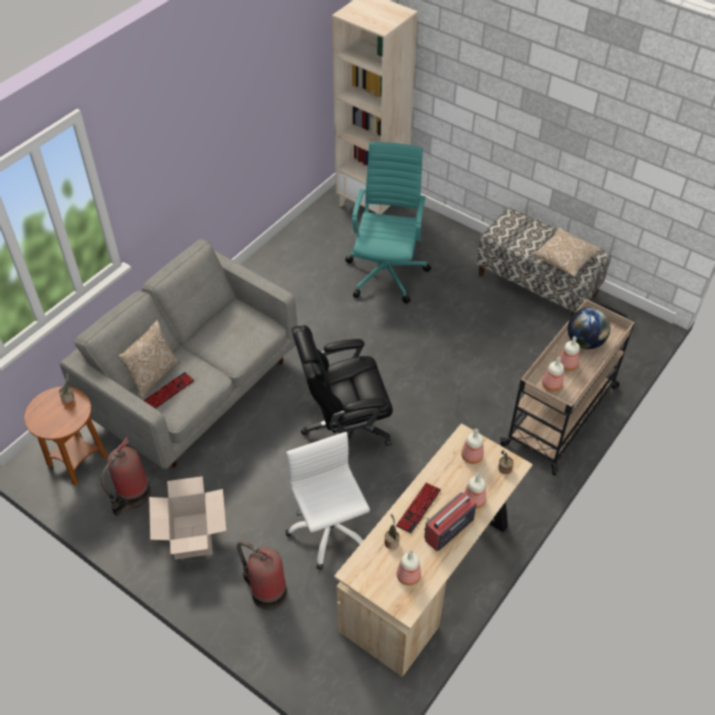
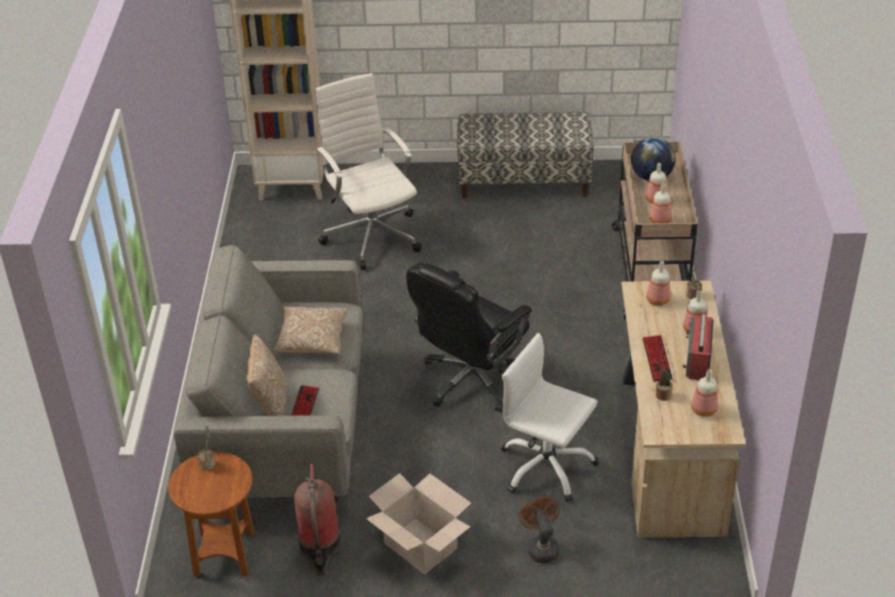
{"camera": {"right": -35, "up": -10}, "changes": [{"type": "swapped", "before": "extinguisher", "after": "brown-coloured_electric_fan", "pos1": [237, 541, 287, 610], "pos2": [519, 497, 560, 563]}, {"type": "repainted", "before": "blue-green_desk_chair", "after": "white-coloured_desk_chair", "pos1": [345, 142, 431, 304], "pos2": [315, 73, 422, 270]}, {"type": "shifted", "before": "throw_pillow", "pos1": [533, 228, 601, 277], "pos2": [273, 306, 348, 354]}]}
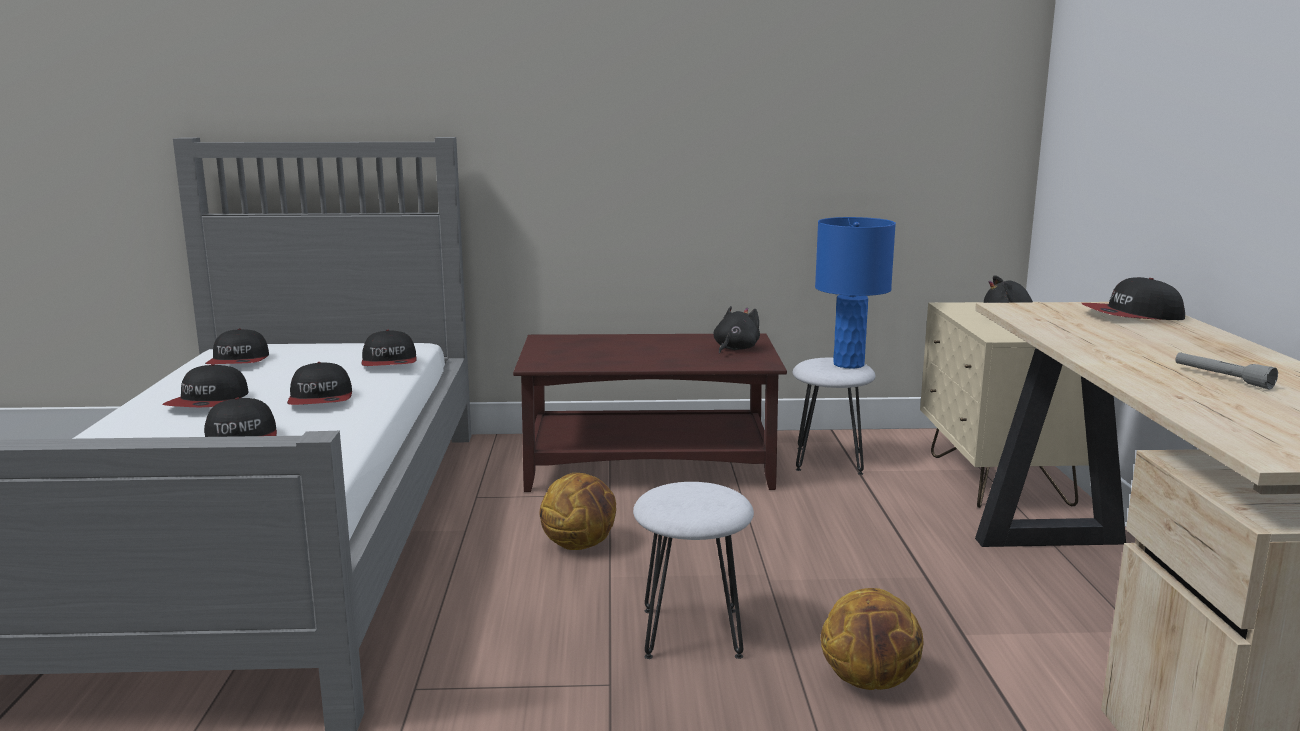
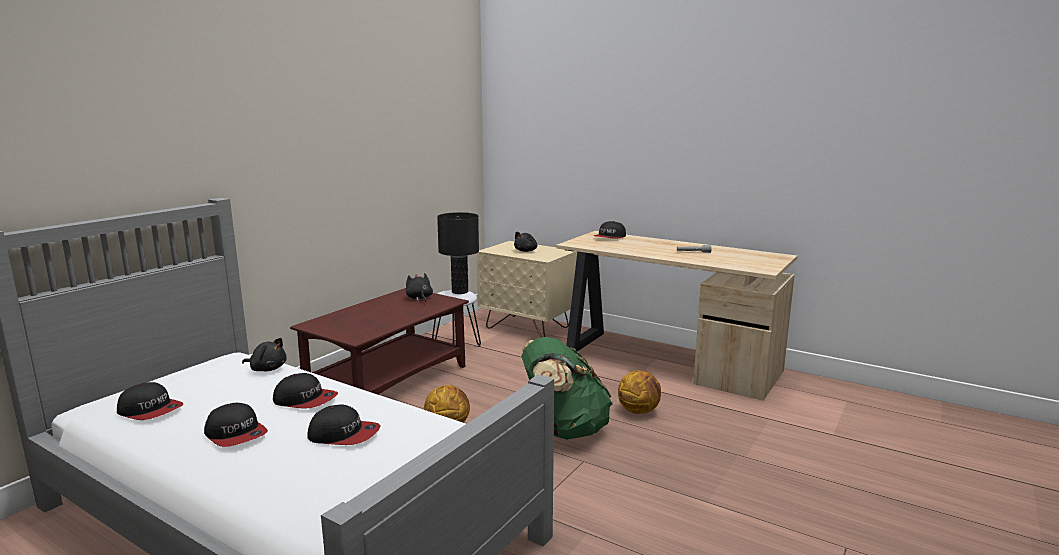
{"camera": {"right": -55, "up": 0}, "changes": [{"type": "swapped", "before": "cap", "after": "black-coloured_soft_toy", "pos1": [361, 330, 417, 366], "pos2": [242, 338, 287, 371]}, {"type": "swapped", "before": "white-coloured_stool_seat", "after": "greenish_rucksack", "pos1": [633, 482, 754, 659], "pos2": [521, 337, 613, 440]}, {"type": "repainted", "before": "blue-coloured_table_lamp", "after": "black-coloured_table_lamp", "pos1": [815, 217, 896, 369], "pos2": [437, 212, 479, 294]}]}
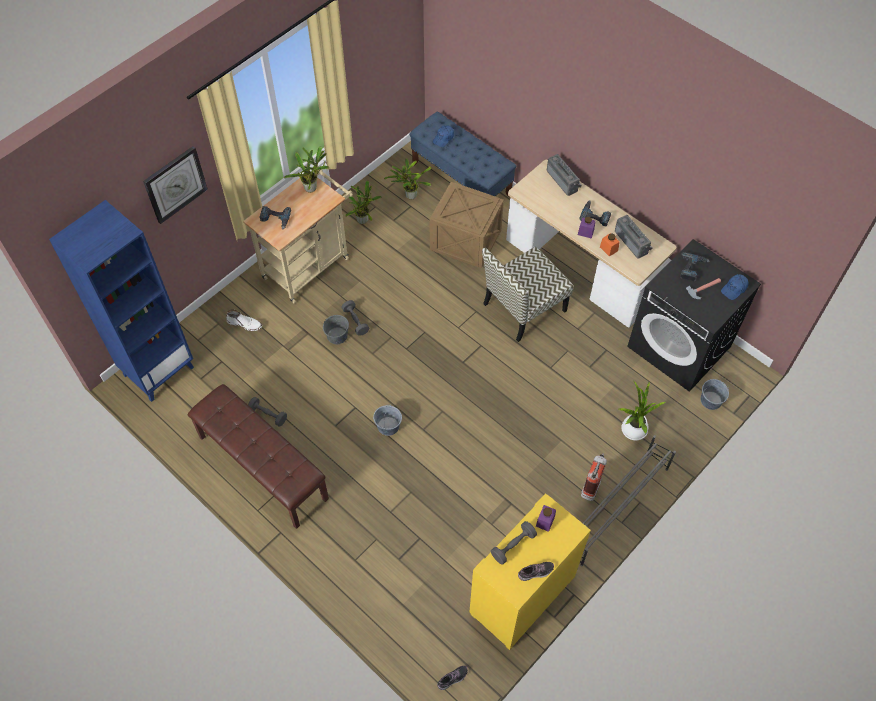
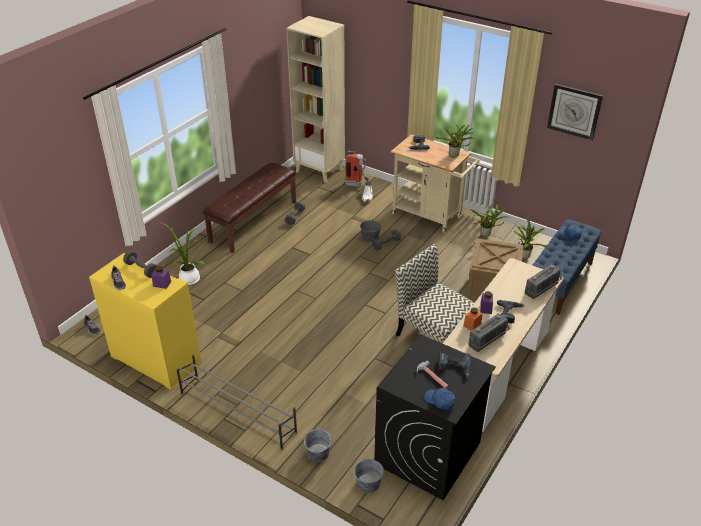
{"camera": {"right": 80, "up": -20}, "changes": [{"type": "repainted", "before": "blue-coloured_bookcase", "after": "sand-coloured_bookcase", "pos1": [49, 200, 194, 402], "pos2": [286, 16, 345, 183]}, {"type": "shifted", "before": "hanging_clock", "pos1": [143, 146, 208, 224], "pos2": [547, 84, 603, 140]}, {"type": "shifted", "before": "grey_bucket", "pos1": [373, 405, 402, 436], "pos2": [304, 429, 331, 462]}, {"type": "shifted", "before": "extinguisher", "pos1": [581, 453, 607, 501], "pos2": [345, 151, 369, 187]}, {"type": "shifted", "before": "potted_plant", "pos1": [619, 380, 665, 440], "pos2": [162, 223, 205, 285]}]}
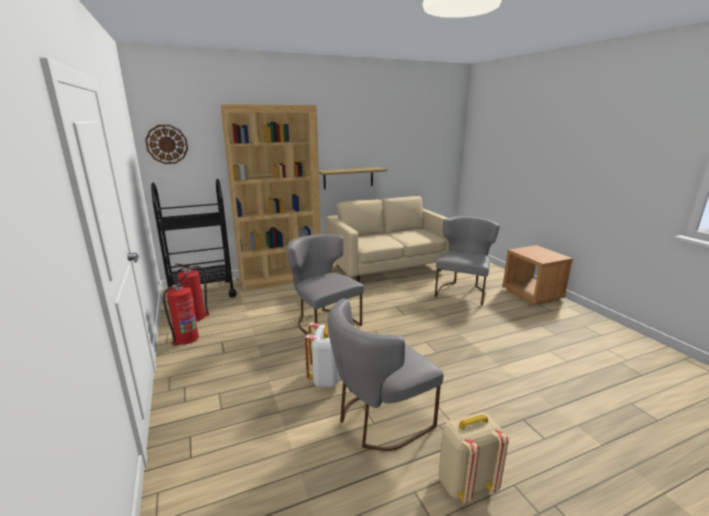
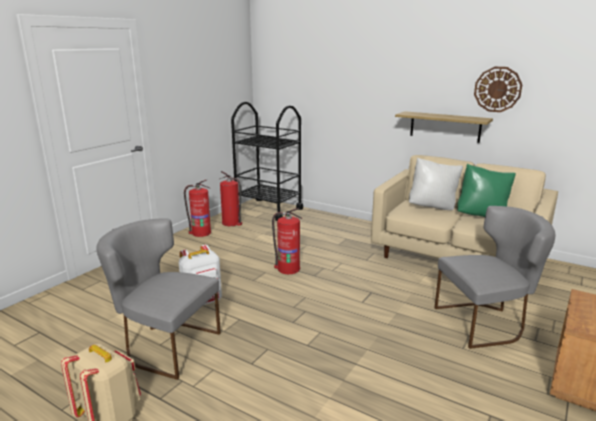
{"camera": {"right": 55, "up": 0}, "changes": [{"type": "shifted", "before": "hanging_clock", "pos1": [145, 125, 188, 164], "pos2": [474, 67, 522, 112]}, {"type": "gone", "before": "brown-coloured_bookcase", "pos1": [220, 104, 321, 291]}, {"type": "swapped", "before": "grey_chair", "after": "extinguisher", "pos1": [287, 234, 364, 335], "pos2": [272, 208, 302, 274]}, {"type": "new", "after": "white-coloured_throw_pillow", "pos2": [409, 157, 463, 211]}, {"type": "new", "after": "greenish_throw_pillow", "pos2": [457, 164, 516, 217]}]}
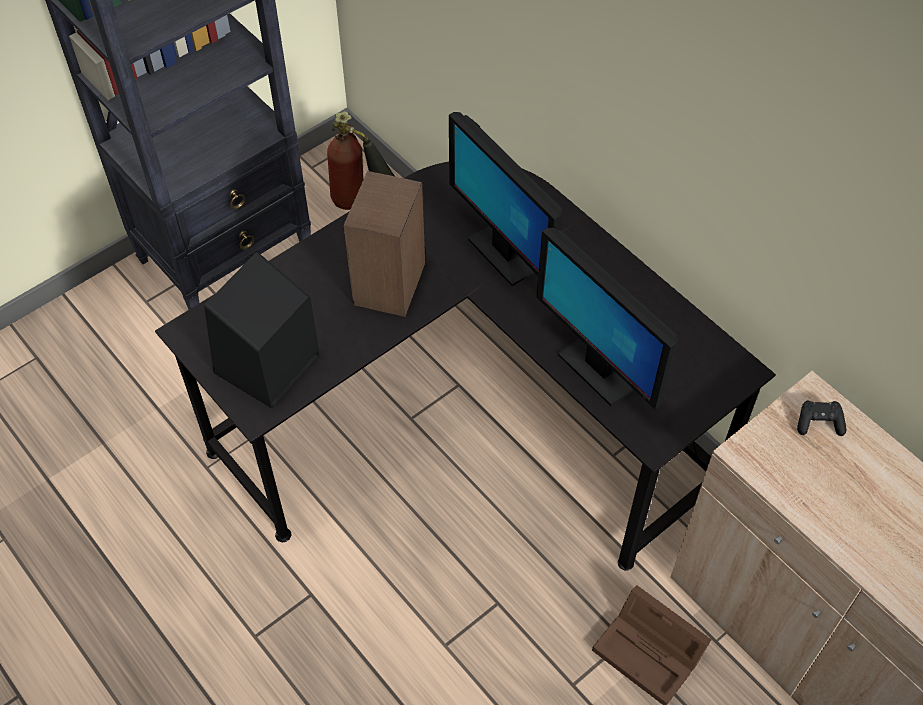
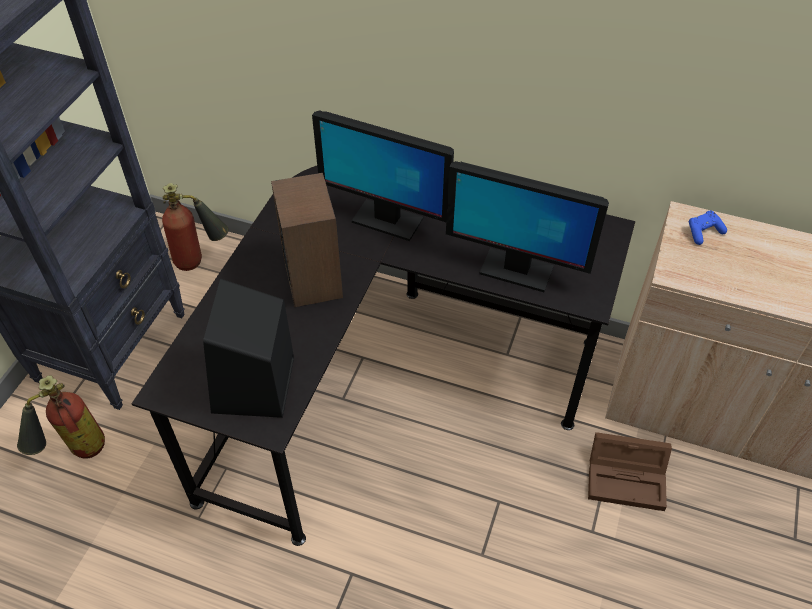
{"camera": {"right": -30, "up": -5}, "changes": [{"type": "repainted", "before": "black-coloured_game_controller", "after": "blue-coloured_game_controller", "pos1": [797, 400, 846, 436], "pos2": [688, 211, 727, 245]}, {"type": "new", "after": "extinguisher", "pos2": [17, 375, 105, 459]}]}
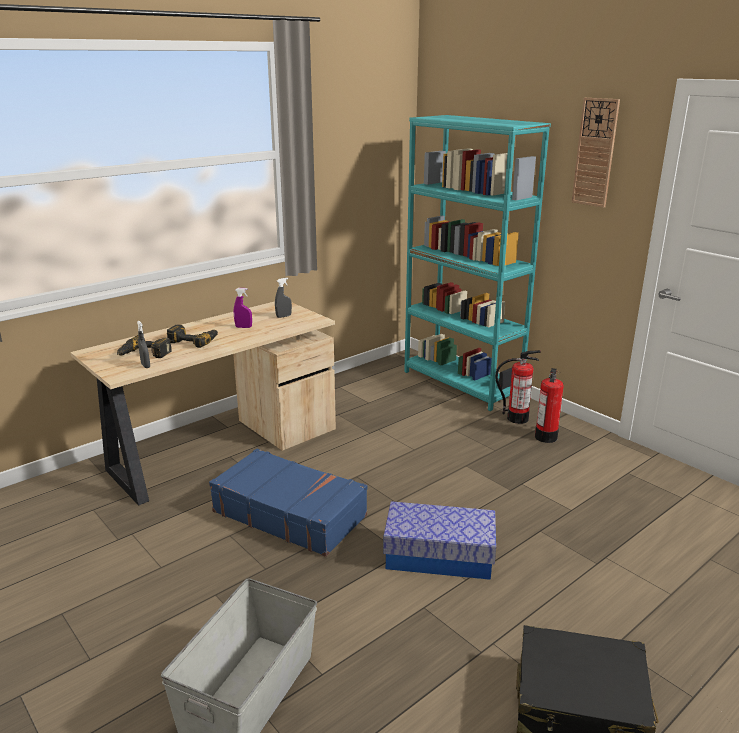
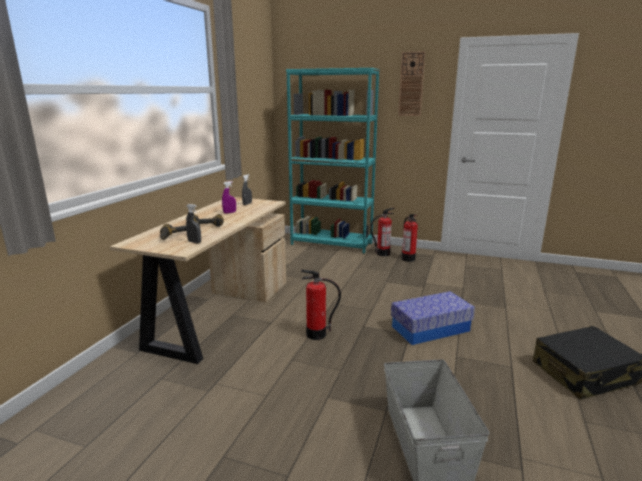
{"camera": {"right": -30, "up": -5}, "changes": [{"type": "swapped", "before": "blue-coloured_piece_of_luggage", "after": "extinguisher", "pos1": [209, 449, 367, 557], "pos2": [301, 270, 341, 340]}]}
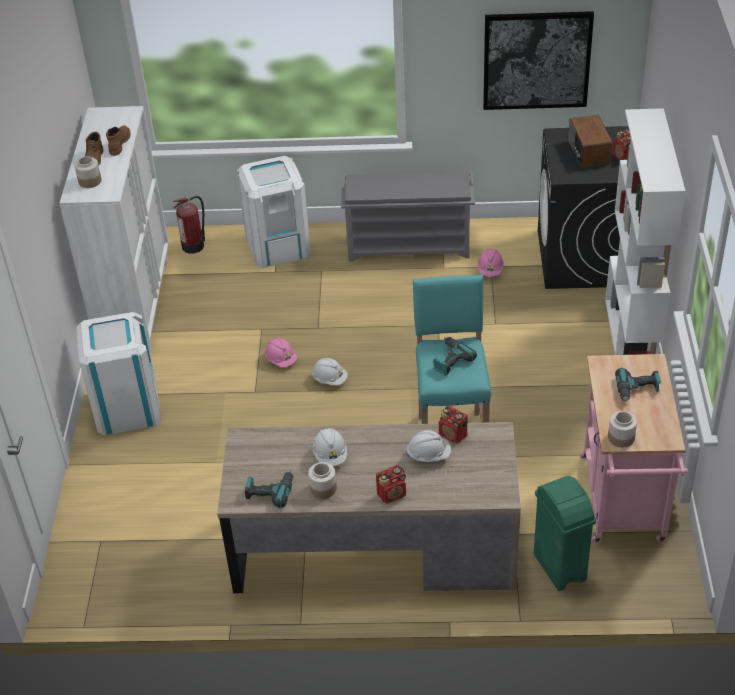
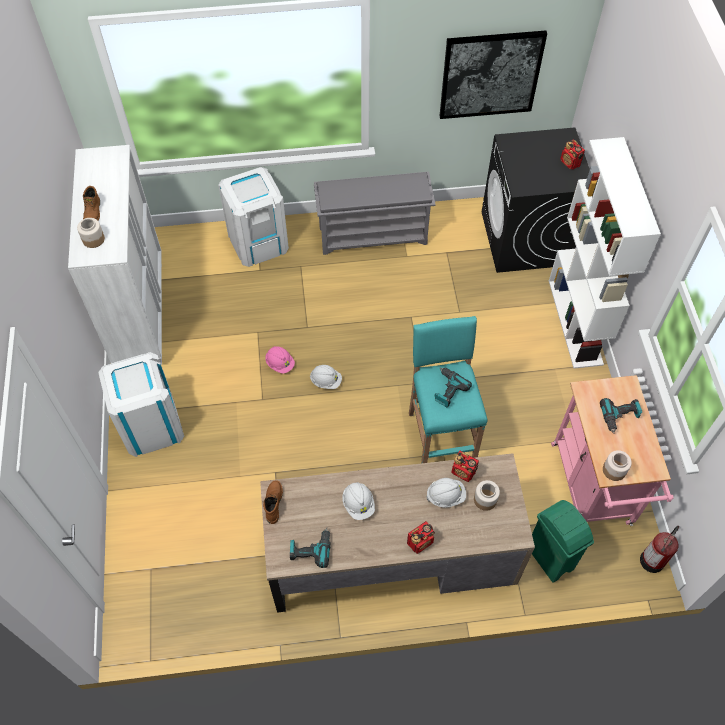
{"camera": {"right": -10, "up": 15}, "changes": [{"type": "shifted", "before": "brown-coloured_high-top_boot", "pos1": [106, 125, 131, 156], "pos2": [263, 480, 283, 524]}, {"type": "shifted", "before": "extinguisher", "pos1": [173, 196, 205, 254], "pos2": [640, 526, 679, 573]}, {"type": "shifted", "before": "preserve_jar", "pos1": [308, 462, 337, 499], "pos2": [474, 480, 500, 511]}, {"type": "gone", "before": "pinkish_hard_hat", "pos1": [477, 249, 504, 277]}, {"type": "gone", "before": "radio", "pos1": [568, 115, 612, 168]}]}
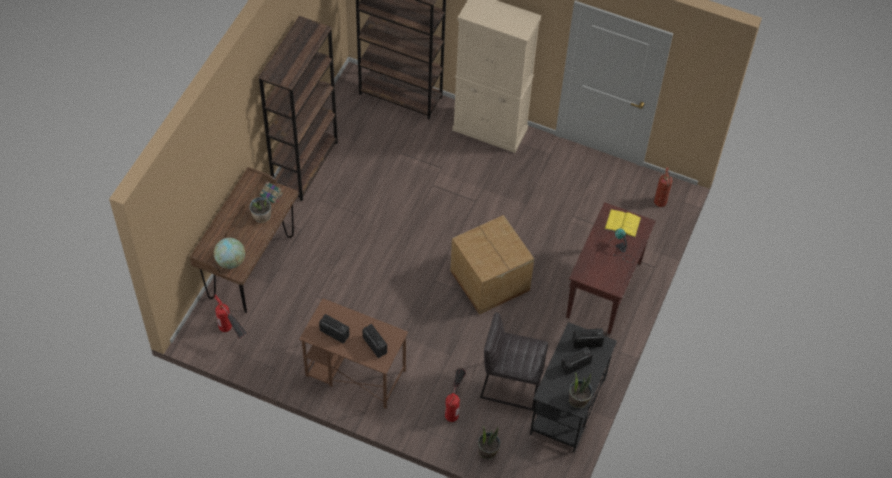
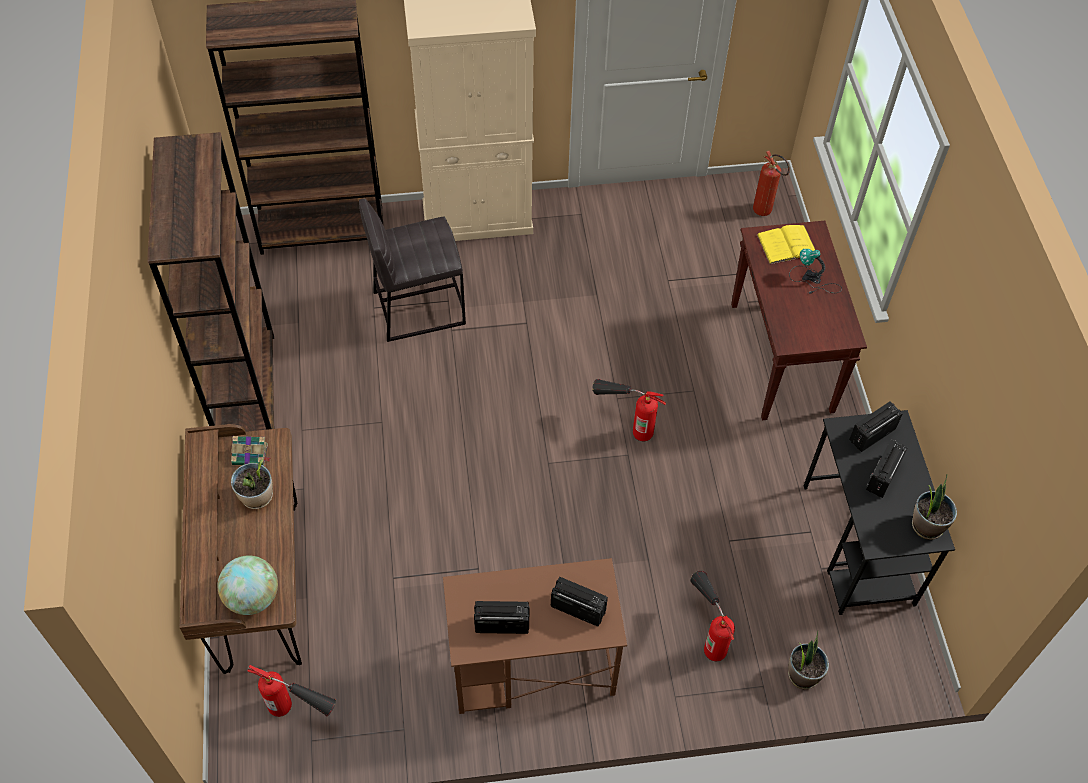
{"camera": {"right": -30, "up": 0}, "changes": [{"type": "swapped", "before": "cardboard_box", "after": "extinguisher", "pos1": [450, 215, 534, 315], "pos2": [593, 379, 666, 441]}, {"type": "shifted", "before": "grey_stool_seat", "pos1": [480, 312, 548, 411], "pos2": [359, 198, 466, 342]}]}
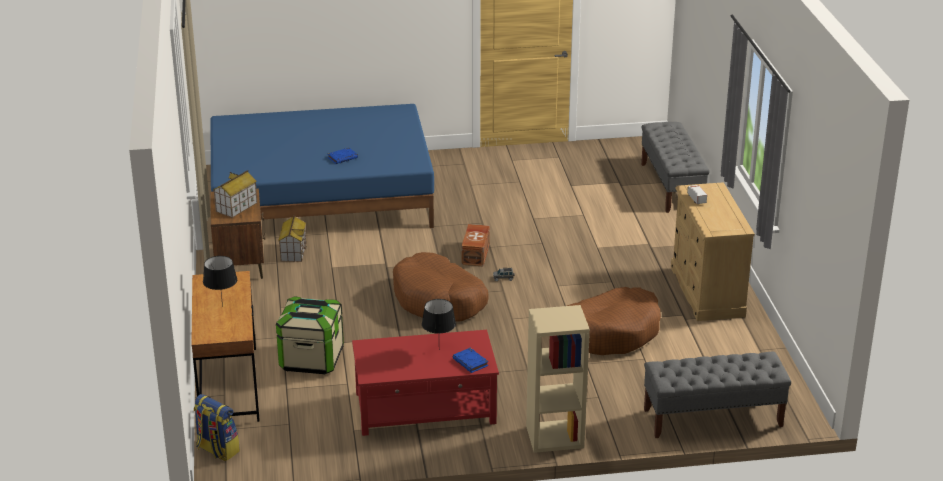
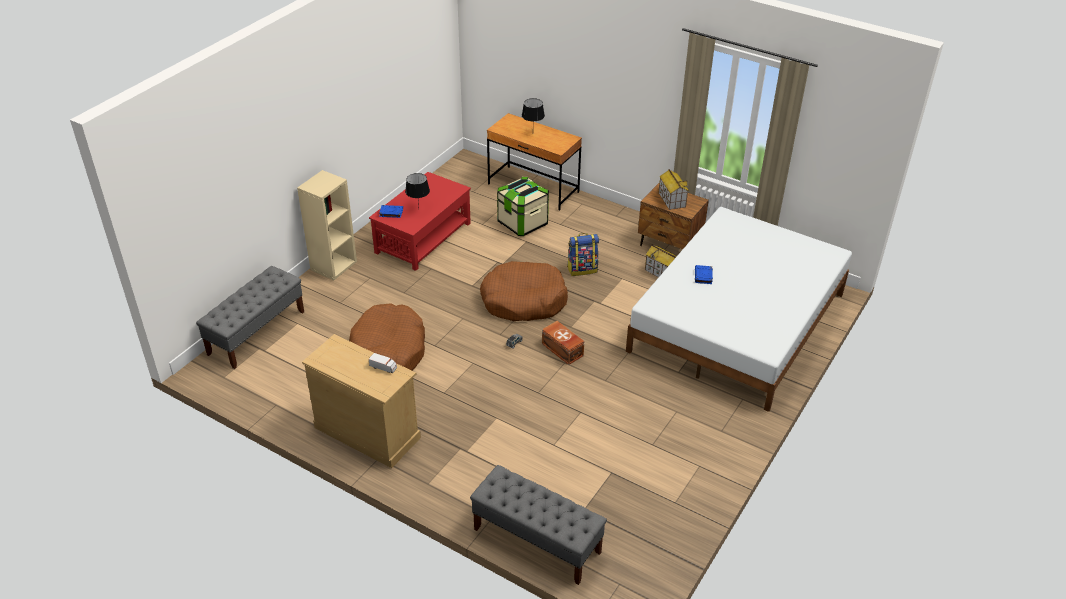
{"camera": {"right": 130, "up": 10}, "changes": [{"type": "shifted", "before": "rucksack", "pos1": [194, 394, 240, 461], "pos2": [567, 233, 599, 276]}, {"type": "repainted", "before": "blue-coloured_bed", "after": "white-coloured_bed", "pos1": [210, 104, 434, 228], "pos2": [626, 207, 852, 412]}]}
